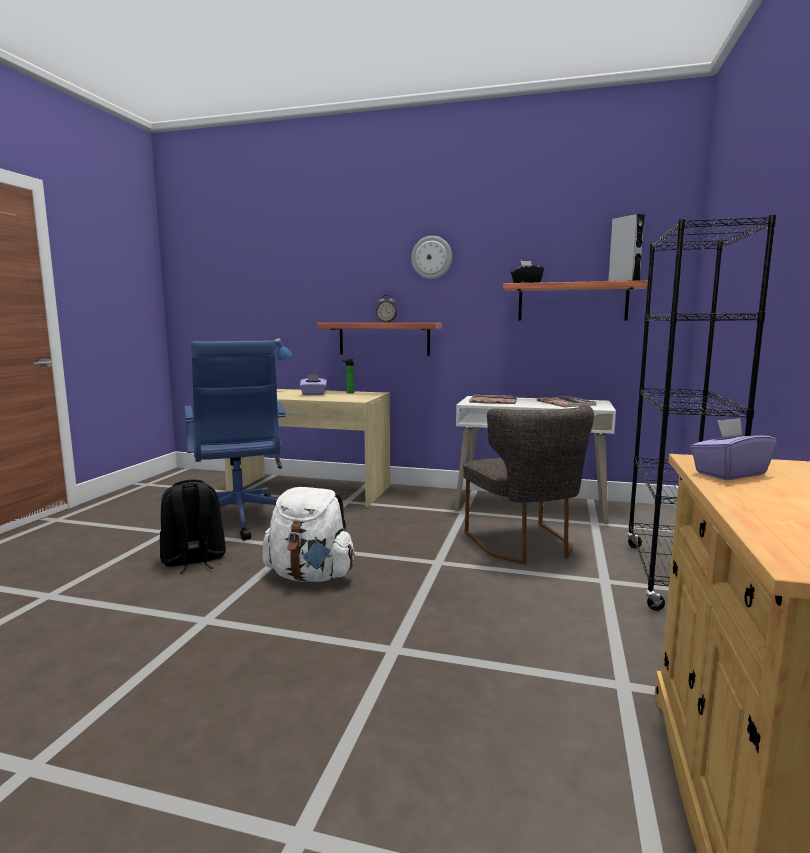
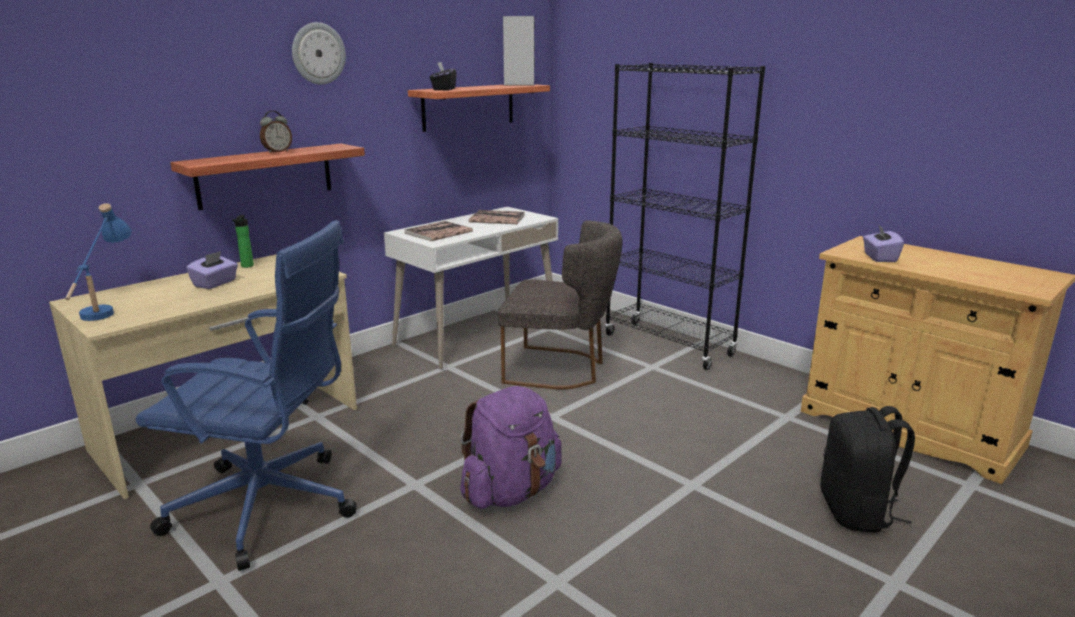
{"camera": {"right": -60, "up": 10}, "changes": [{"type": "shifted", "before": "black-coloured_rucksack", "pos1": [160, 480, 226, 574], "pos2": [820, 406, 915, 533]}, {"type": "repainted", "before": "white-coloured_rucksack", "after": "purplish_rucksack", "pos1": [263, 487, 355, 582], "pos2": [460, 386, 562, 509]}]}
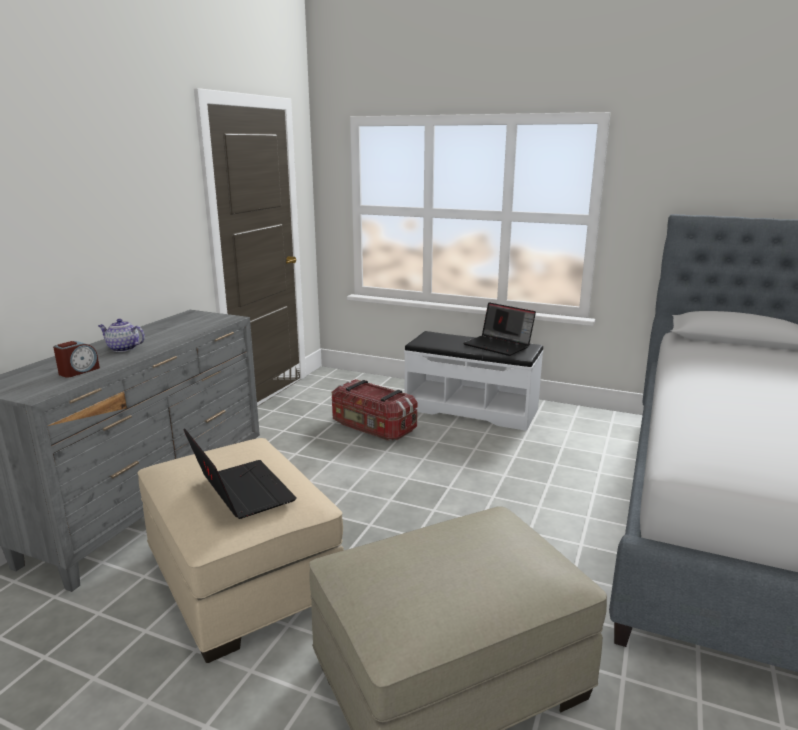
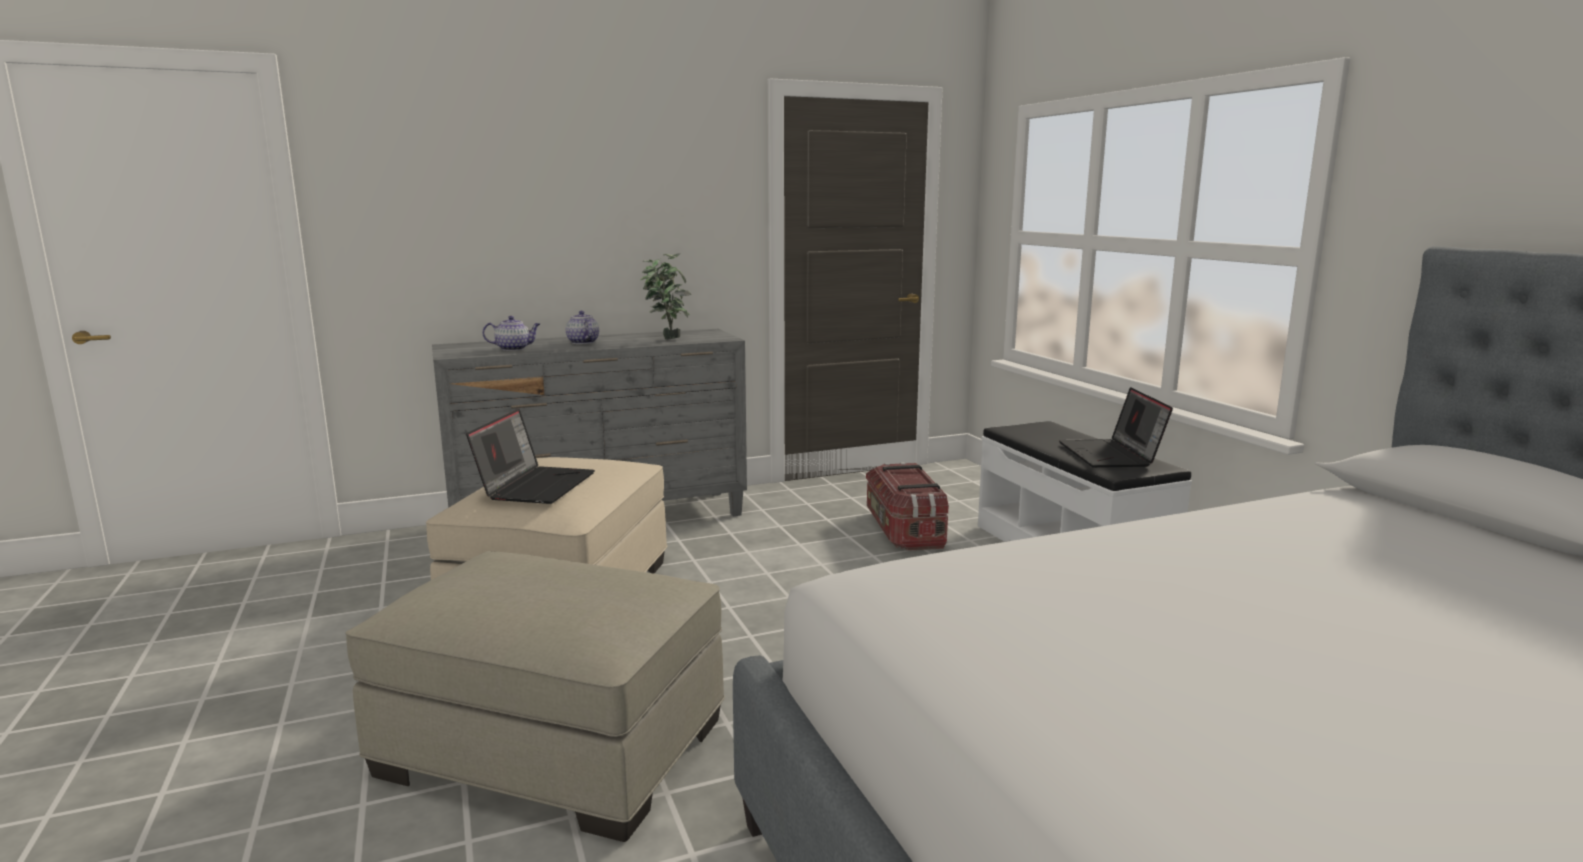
{"camera": {"right": 45, "up": -5}, "changes": [{"type": "swapped", "before": "bedside_clock", "after": "tea_pot", "pos1": [53, 341, 100, 378], "pos2": [482, 316, 540, 351]}, {"type": "new", "after": "potted_plant", "pos2": [640, 254, 692, 339]}]}
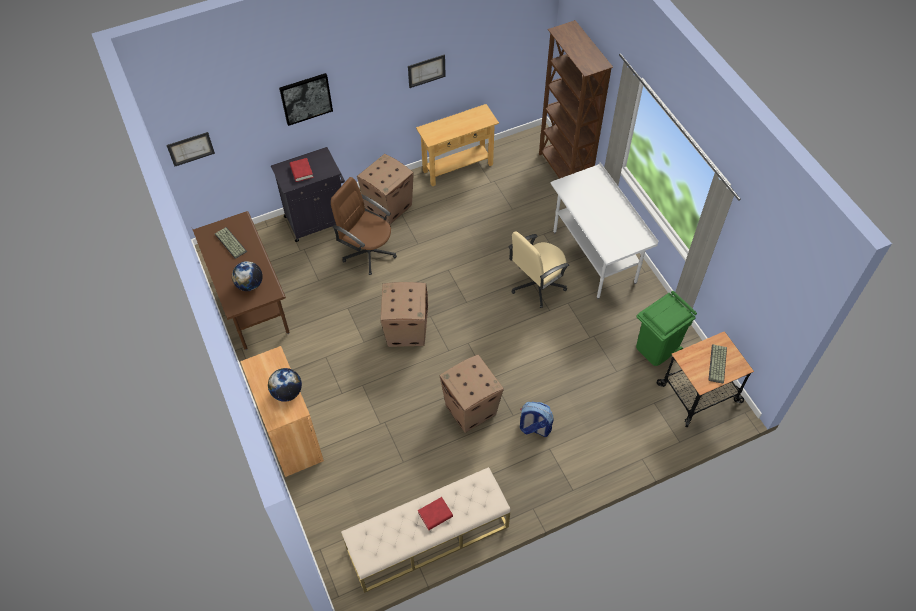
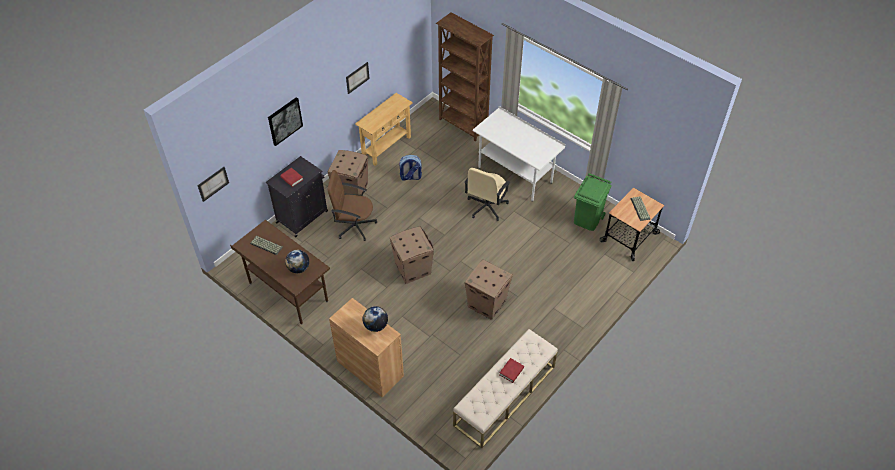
{"camera": {"right": -25, "up": -5}, "changes": [{"type": "shifted", "before": "rucksack", "pos1": [520, 402, 553, 437], "pos2": [399, 155, 422, 181]}]}
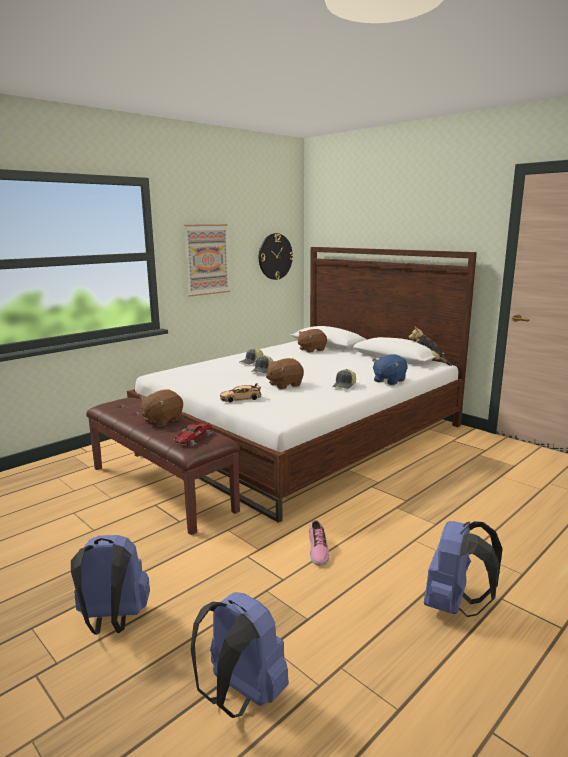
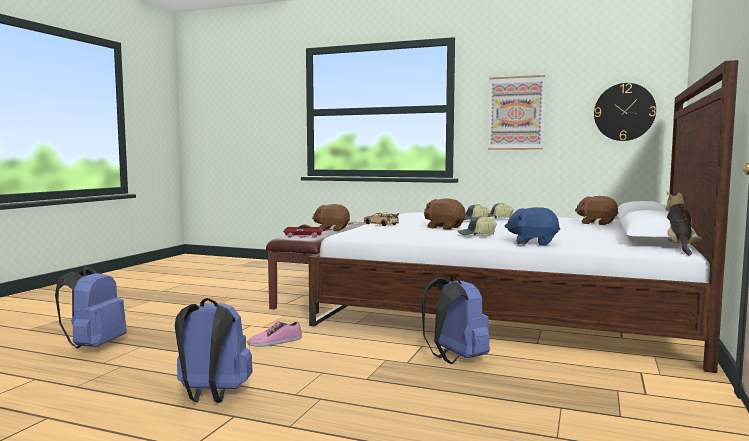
{"camera": {"right": 65, "up": -10}, "changes": [{"type": "shifted", "before": "blue-coloured_rucksack", "pos1": [71, 535, 150, 635], "pos2": [421, 275, 490, 364]}]}
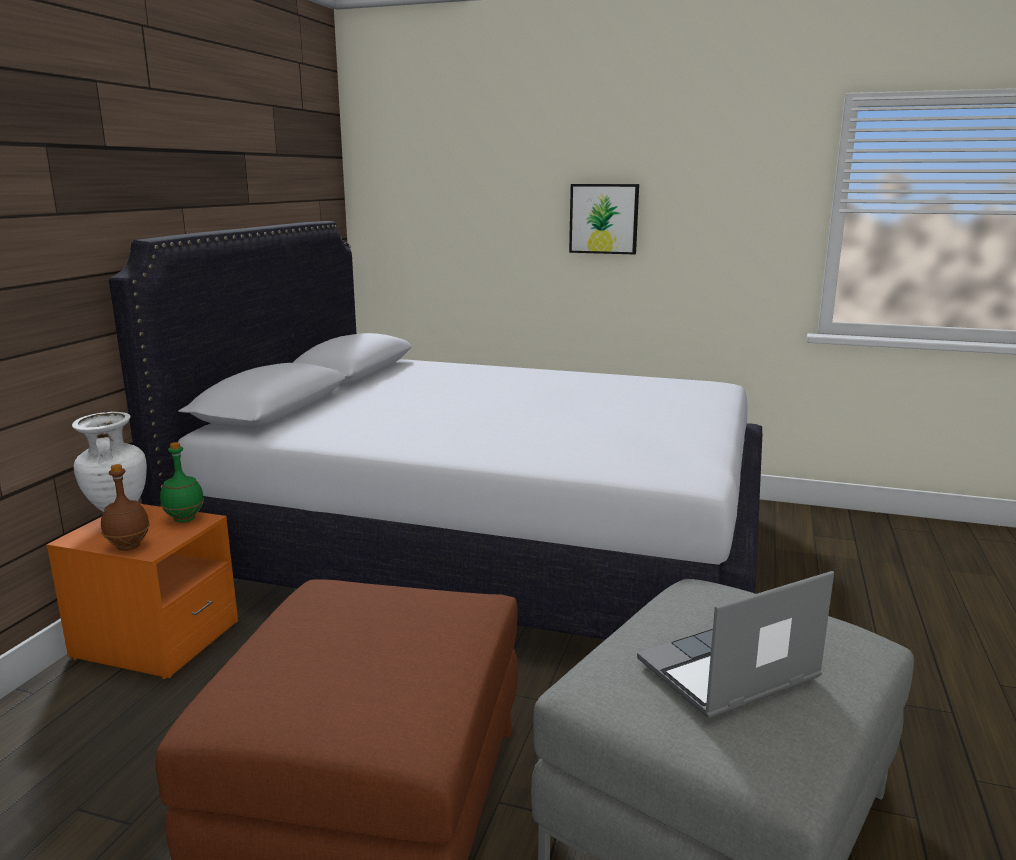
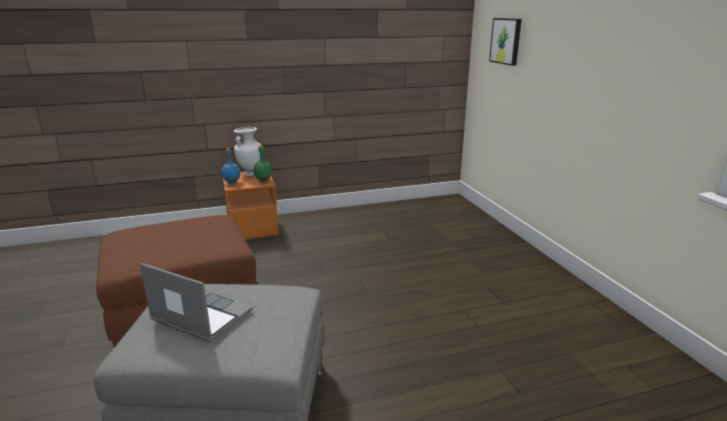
{"camera": {"right": 55, "up": 5}, "changes": [{"type": "repainted", "before": "brown-coloured_drink_bottle", "after": "blue-coloured_drink_bottle", "pos1": [101, 464, 150, 551], "pos2": [221, 147, 240, 184]}, {"type": "gone", "before": "white-coloured_bed", "pos1": [109, 221, 762, 640]}, {"type": "shifted", "before": "picture", "pos1": [569, 184, 639, 254], "pos2": [489, 18, 522, 66]}]}
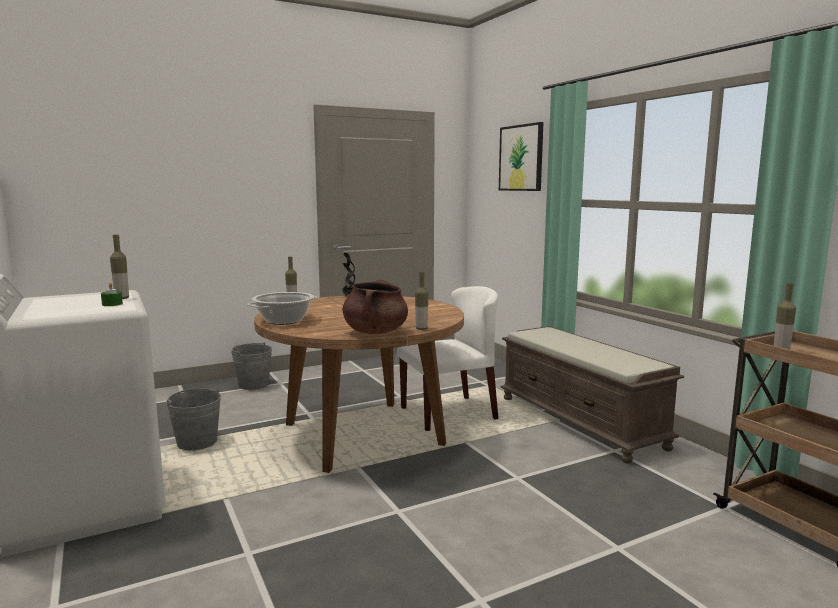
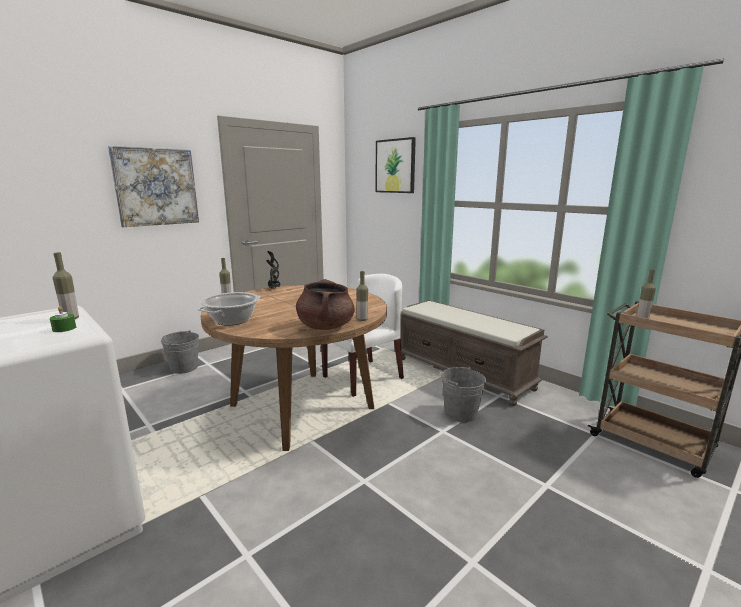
{"camera": {"right": -15, "up": 5}, "changes": [{"type": "shifted", "before": "grey_bucket", "pos1": [166, 388, 221, 450], "pos2": [441, 367, 486, 422]}, {"type": "new", "after": "picture", "pos2": [108, 146, 199, 227]}]}
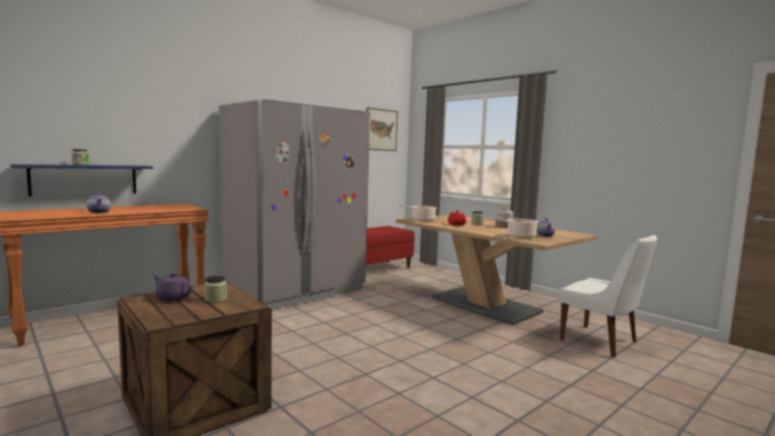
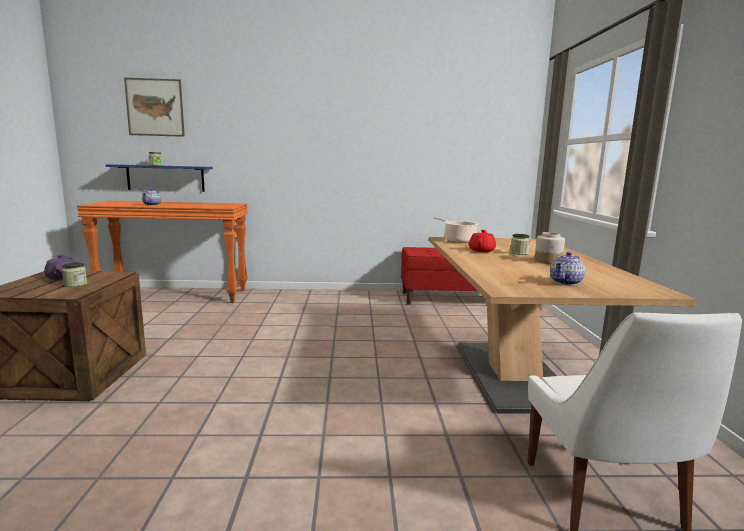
{"camera": {"right": 40, "up": 5}, "changes": [{"type": "gone", "before": "grey_kitchen_fridge", "pos1": [219, 99, 370, 309]}, {"type": "shifted", "before": "picture", "pos1": [366, 107, 398, 151], "pos2": [124, 78, 185, 137]}, {"type": "gone", "before": "saucepot", "pos1": [488, 218, 538, 238]}]}
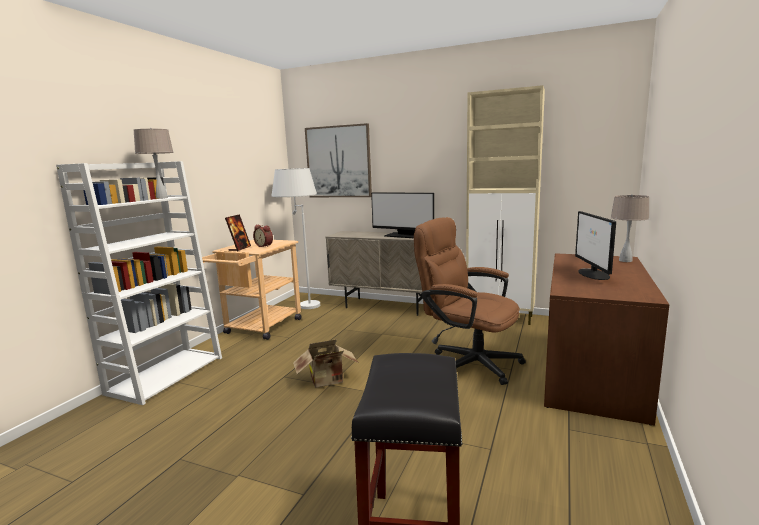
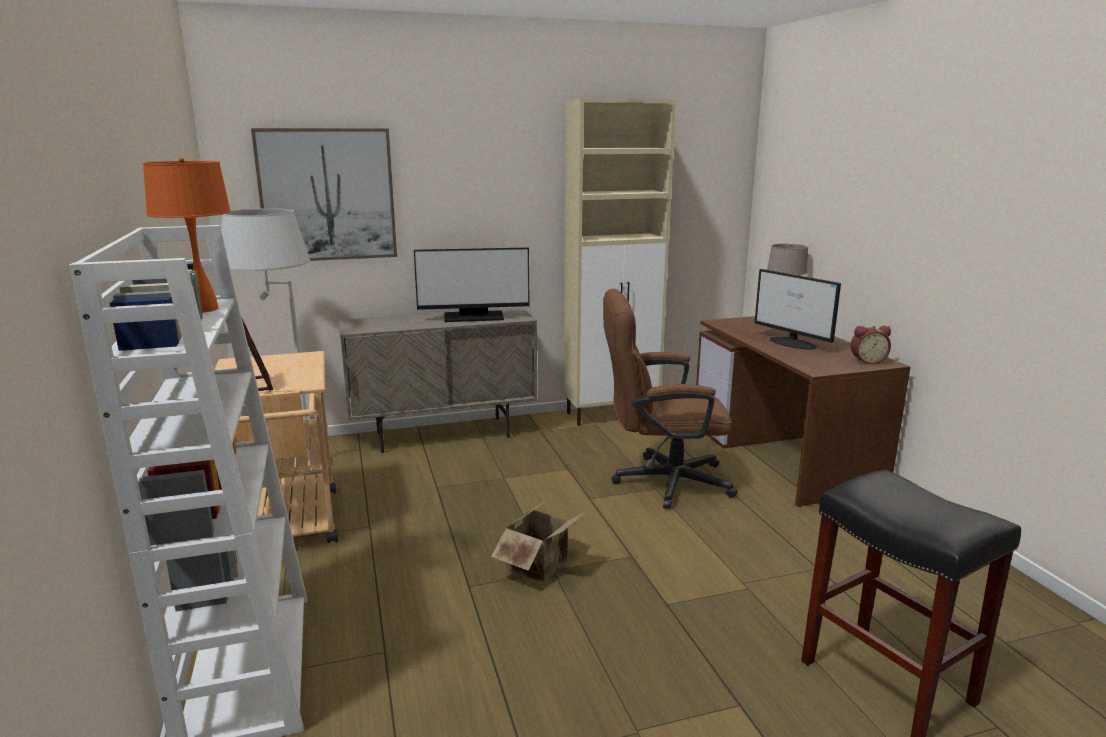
{"camera": {"right": -40, "up": 5}, "changes": [{"type": "repainted", "before": "sand-coloured_table_lamp", "after": "orange-coloured_table_lamp", "pos1": [133, 128, 174, 199], "pos2": [143, 158, 231, 312]}, {"type": "shifted", "before": "bedside_clock", "pos1": [253, 225, 273, 247], "pos2": [850, 326, 891, 364]}]}
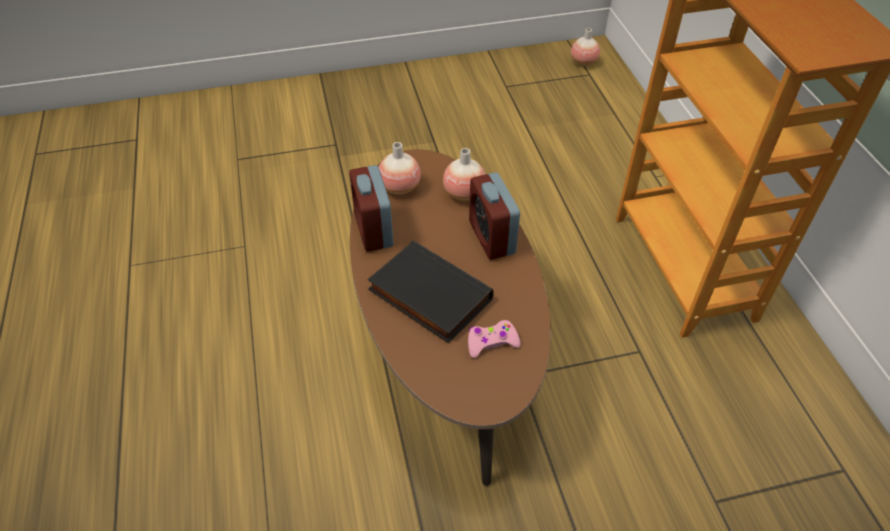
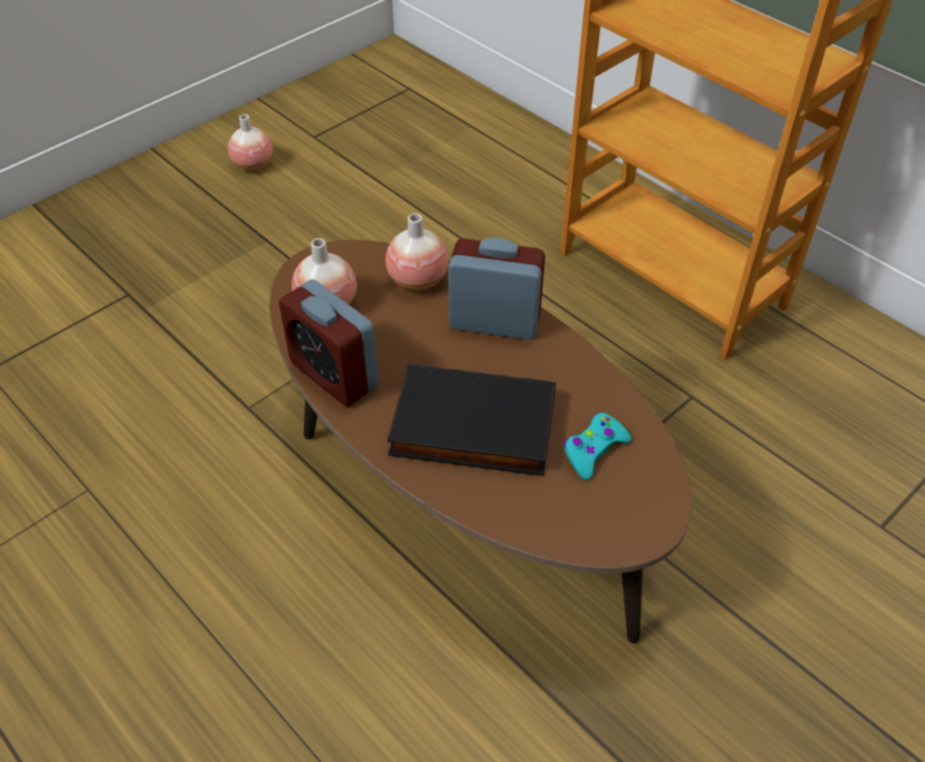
{"camera": {"right": -30, "up": 0}, "changes": [{"type": "repainted", "before": "pinkish_game_controller", "after": "blue-green_game_controller", "pos1": [468, 320, 521, 358], "pos2": [563, 413, 632, 480]}, {"type": "rotated", "before": "bedside_clock", "pos1": [469, 172, 520, 260], "pos2": [448, 238, 545, 340], "turn": 150}, {"type": "shifted", "before": "decorative_vase", "pos1": [571, 28, 600, 66], "pos2": [228, 114, 273, 171]}]}
